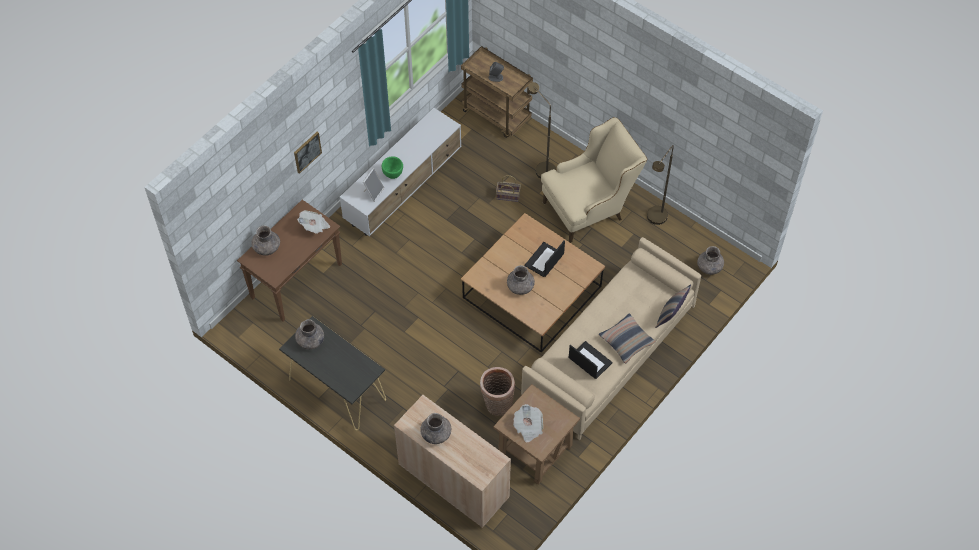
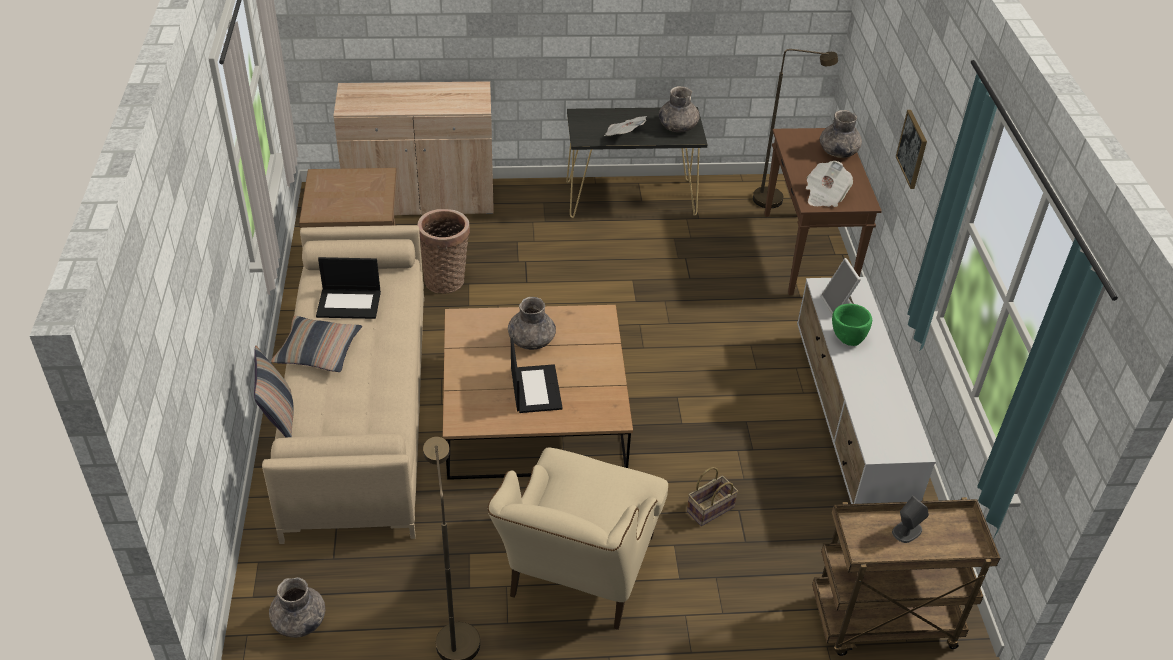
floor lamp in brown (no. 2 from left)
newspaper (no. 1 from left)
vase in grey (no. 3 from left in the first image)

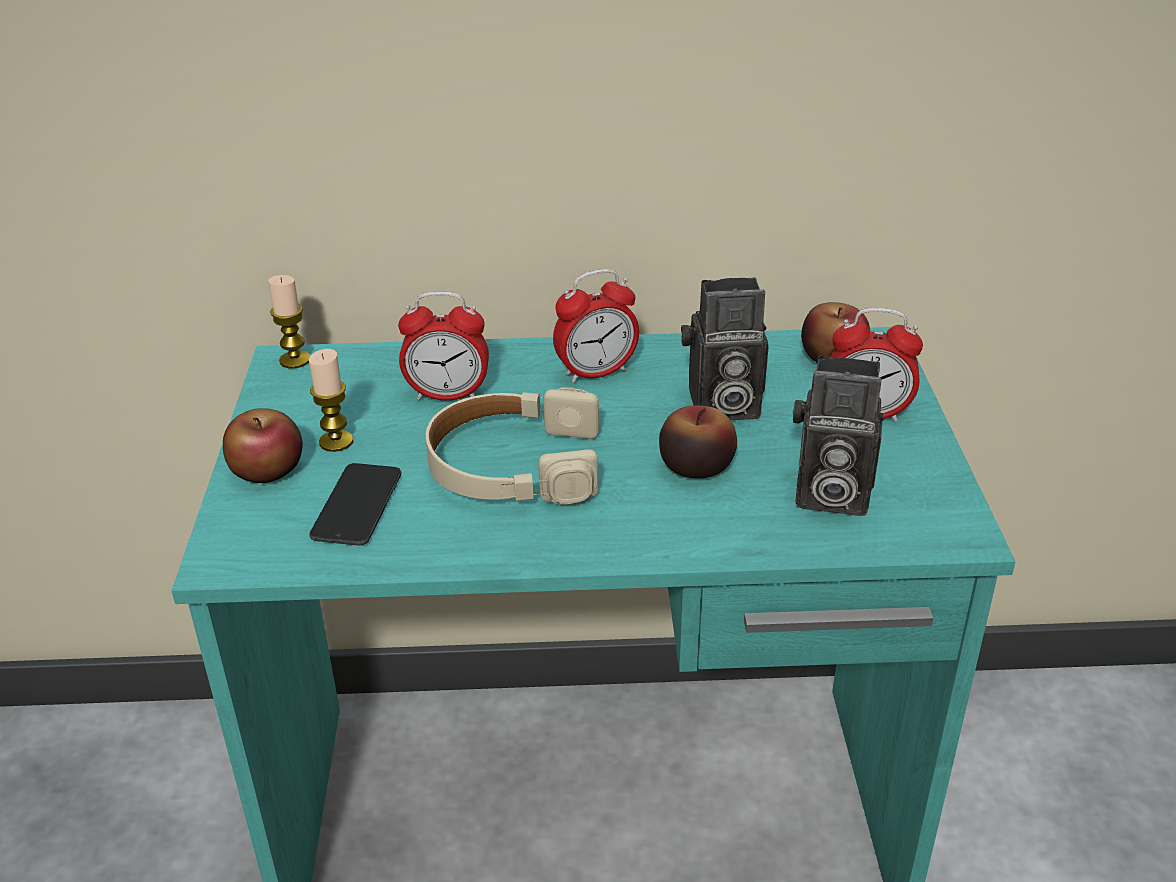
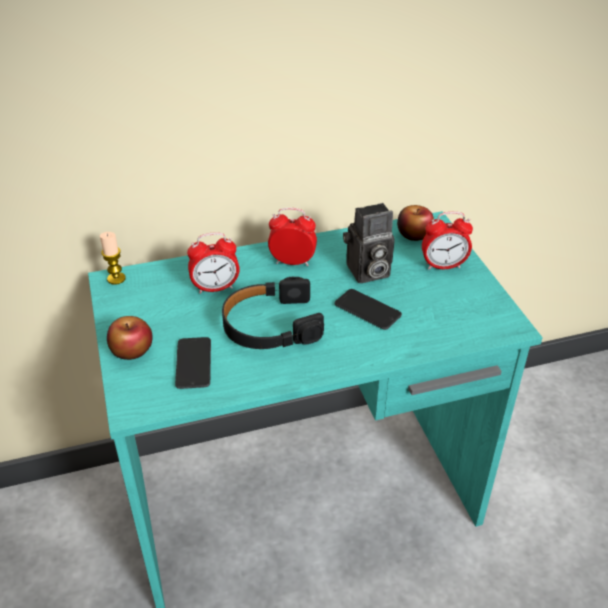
alarm clock (no. 2 from left)
candle (no. 2 from left in the first image)
photo camera (no. 2 from left in the first image)
headphones in black
phone (no. 2 from left)

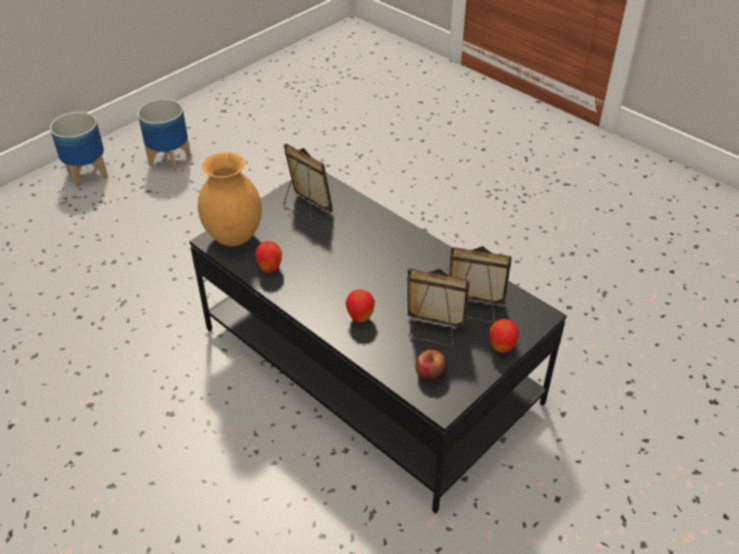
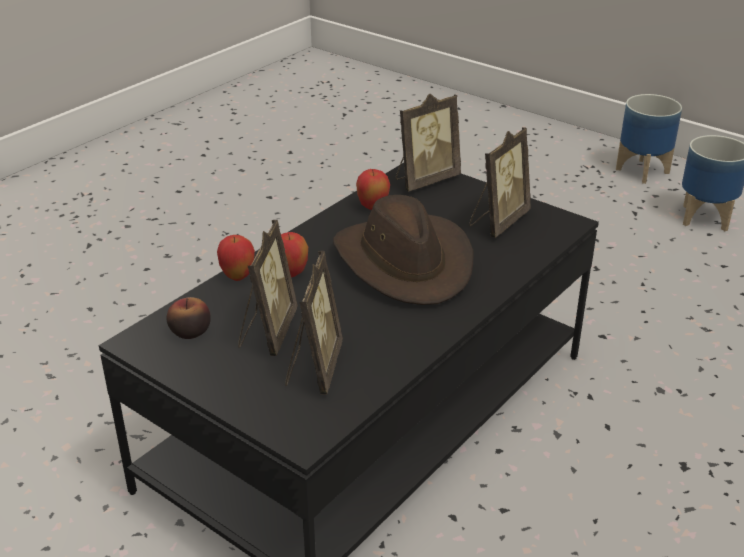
picture frame (no. 3 from left)
apple (no. 2 from left)
hat in brown

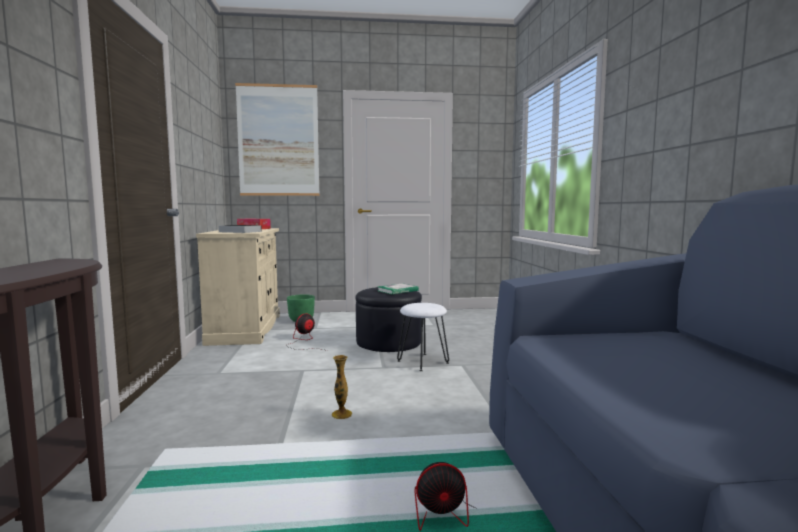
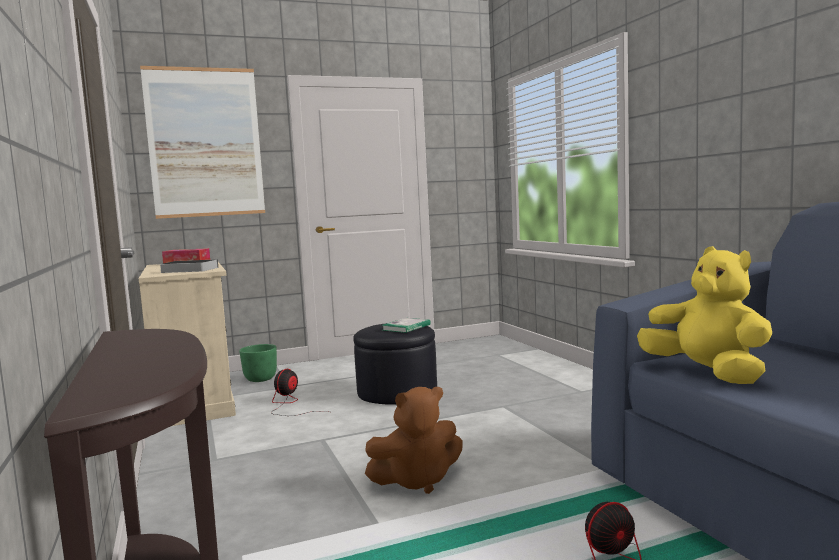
stool in white
plush toy in brown
plush toy in yellow

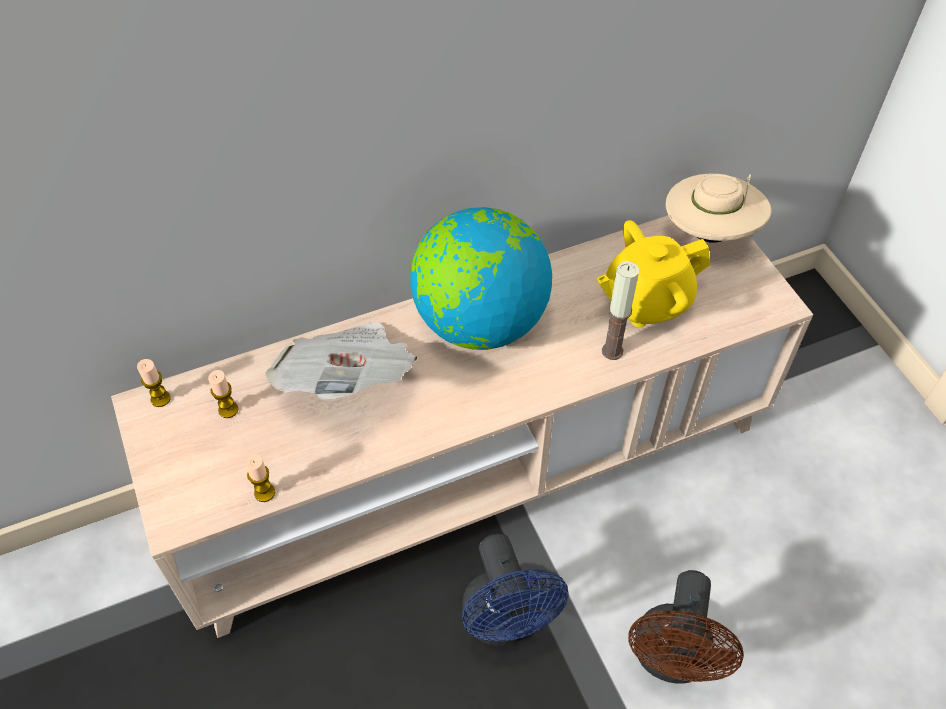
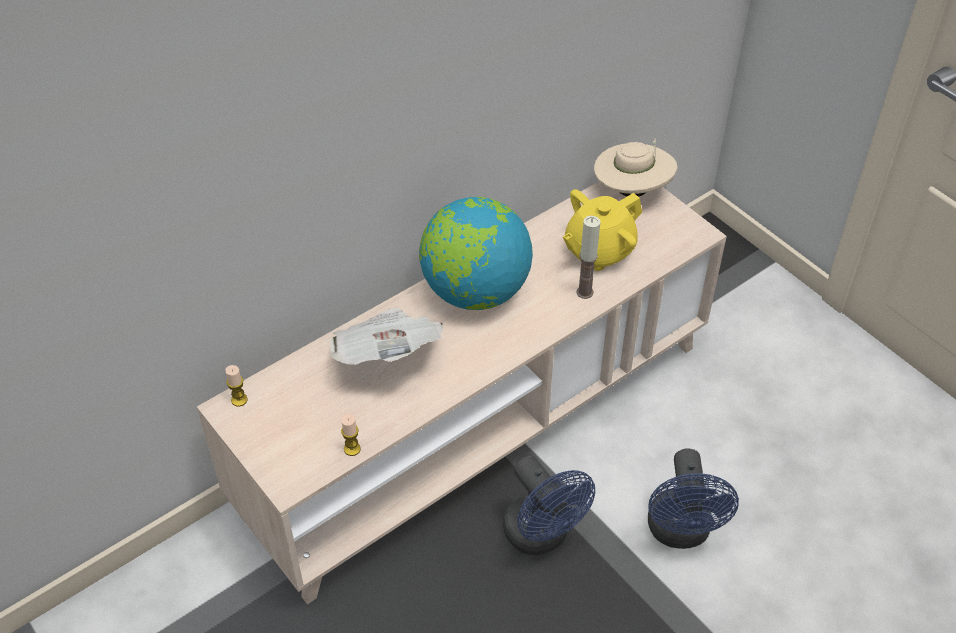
candle (no. 2 from left in the first image)
fan in blue (no. 2 from left)

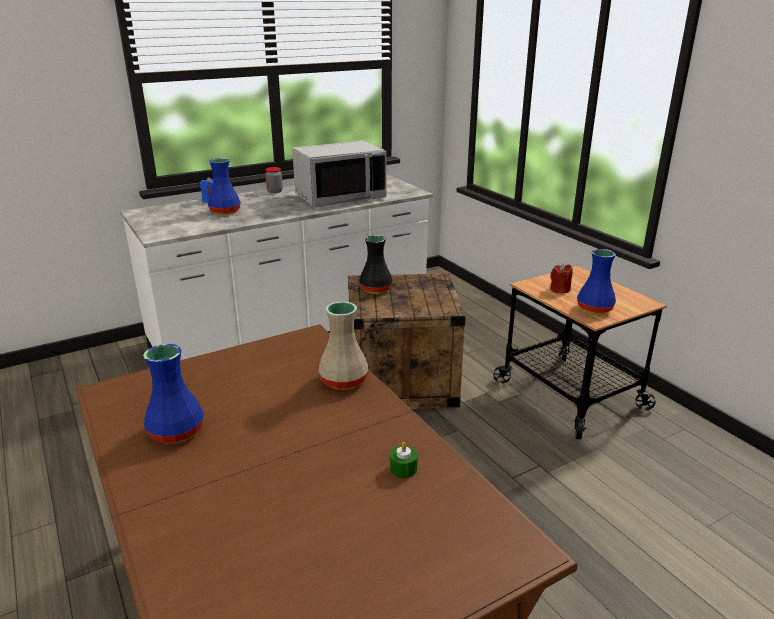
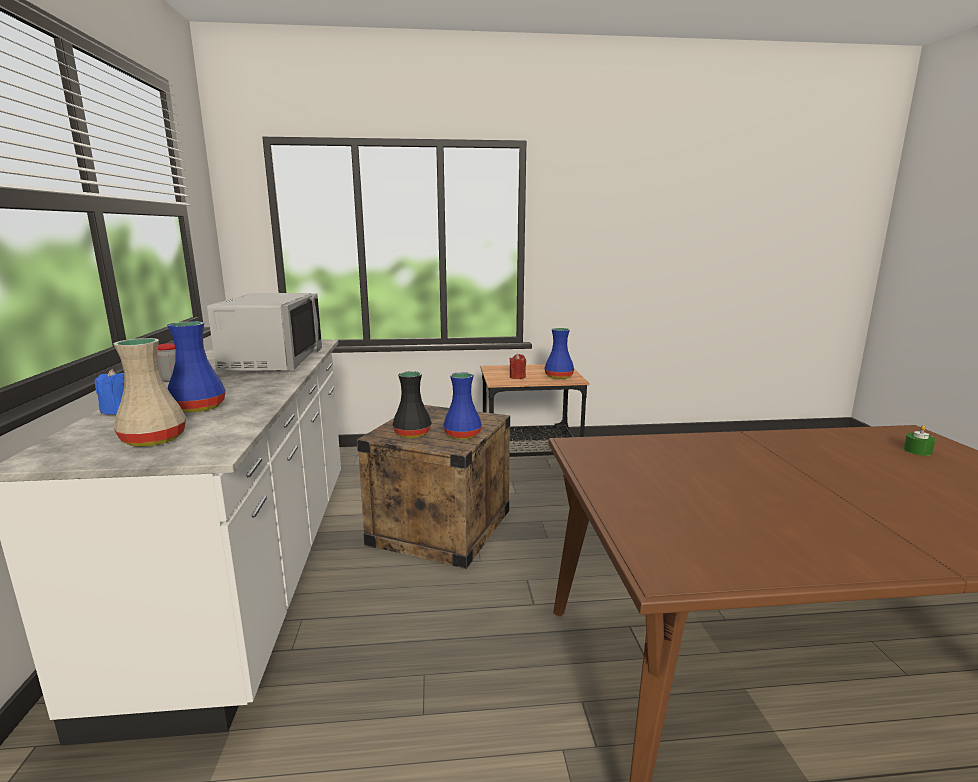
vase in beige
vase in blue (no. 2 from left)
candle in green

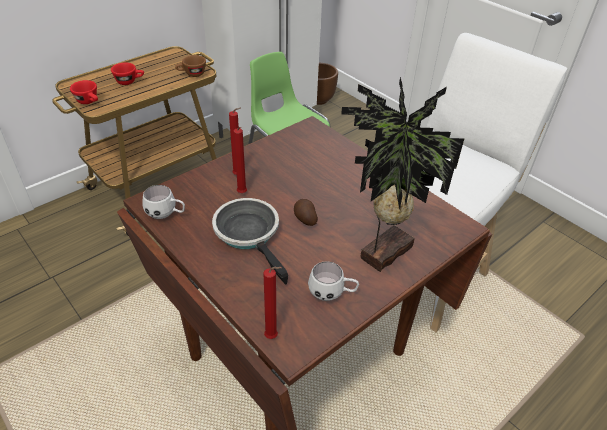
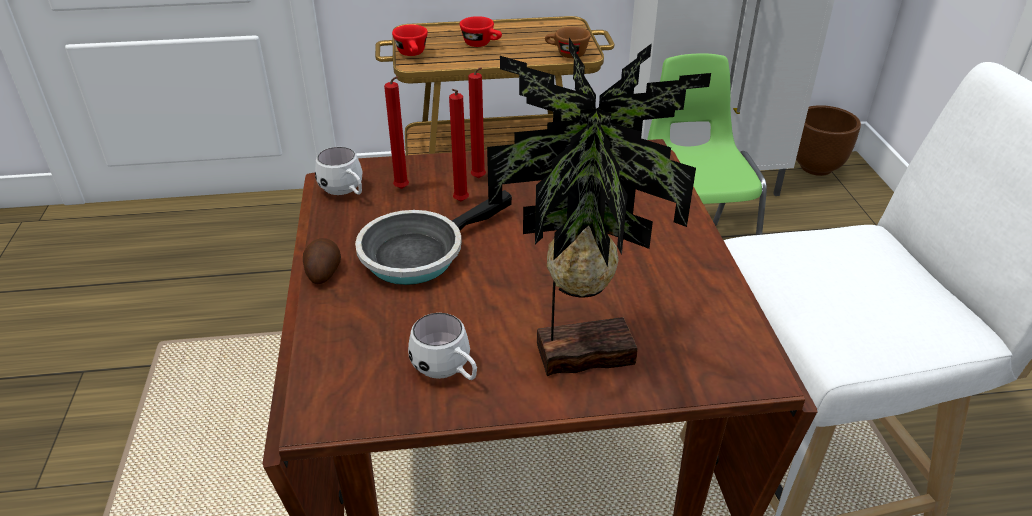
frying pan
potato
candle in red (no. 1 from left)

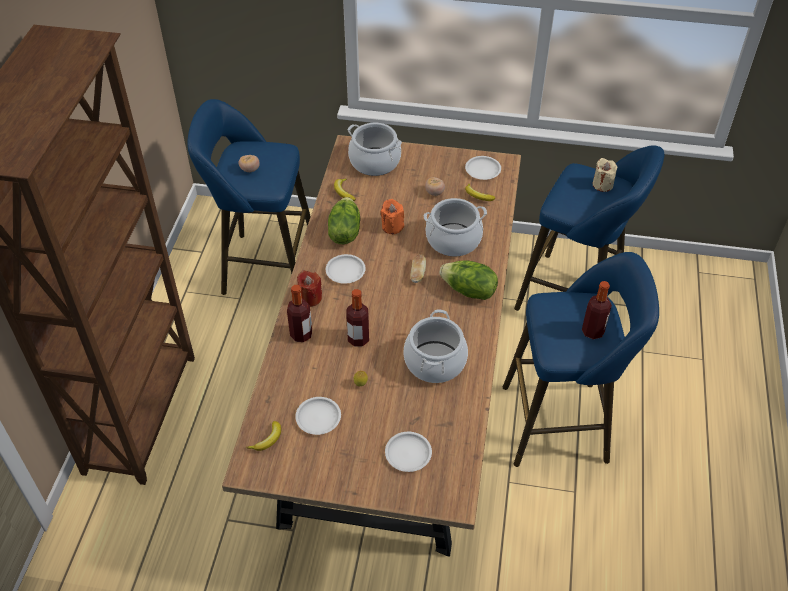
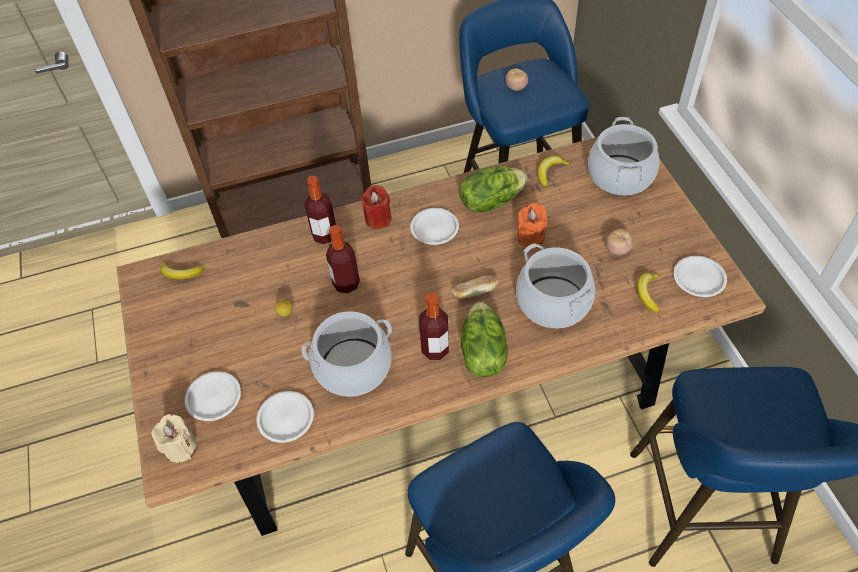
candle in beige
bottle (no. 3 from left)
plate in white (no. 2 from left)

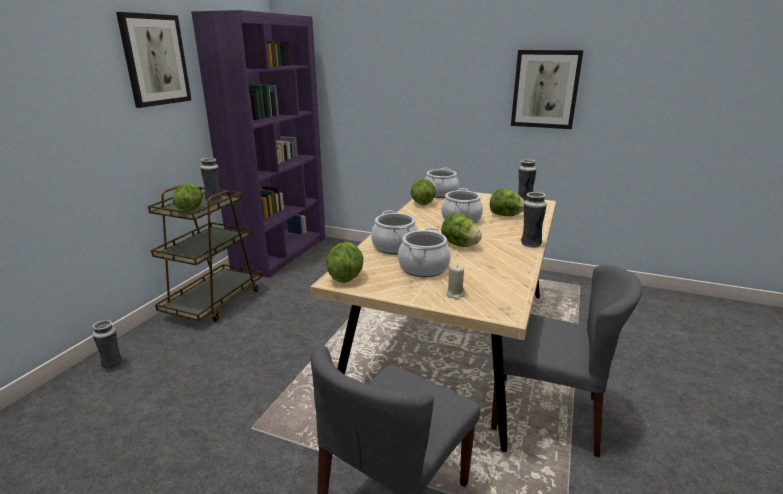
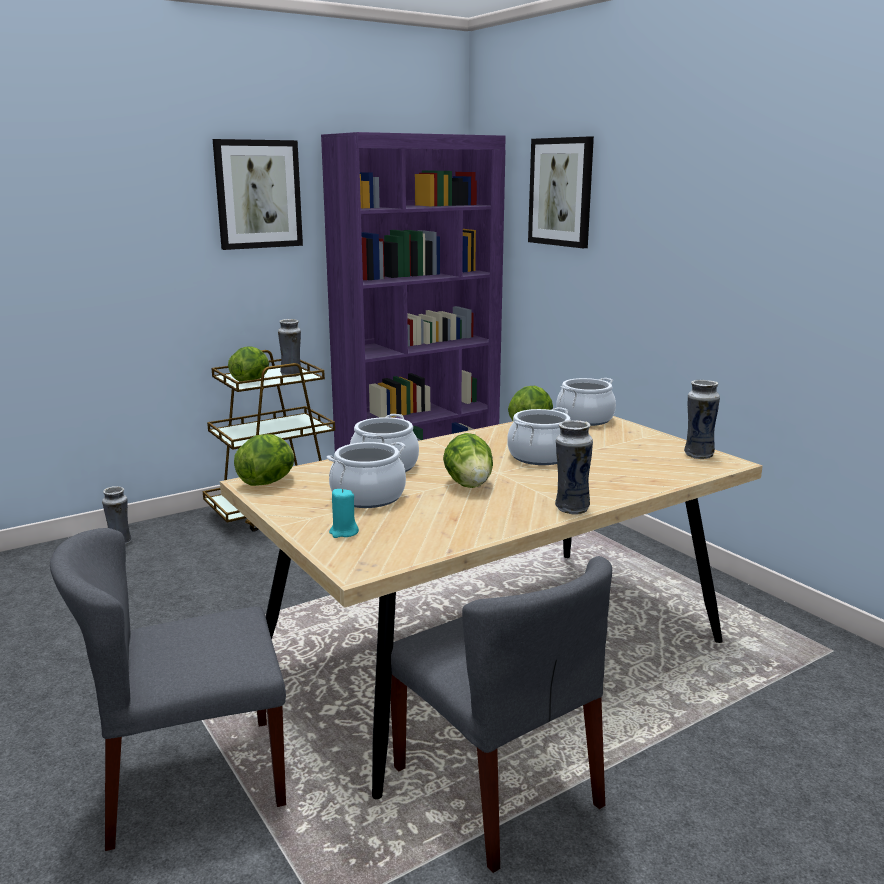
picture (no. 2 from left)
lettuce (no. 5 from left in the first image)
candle in turquoise

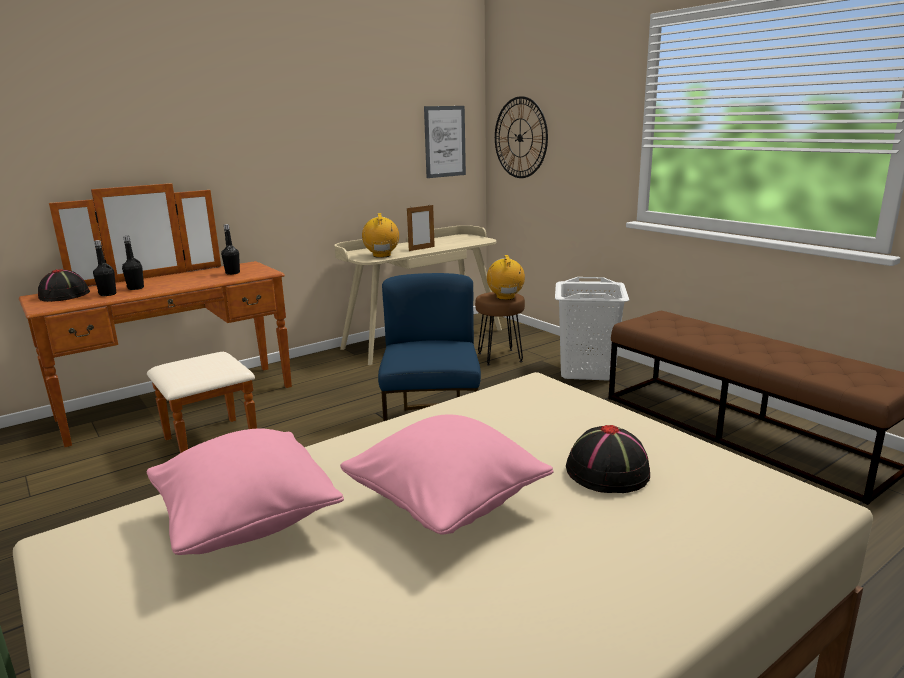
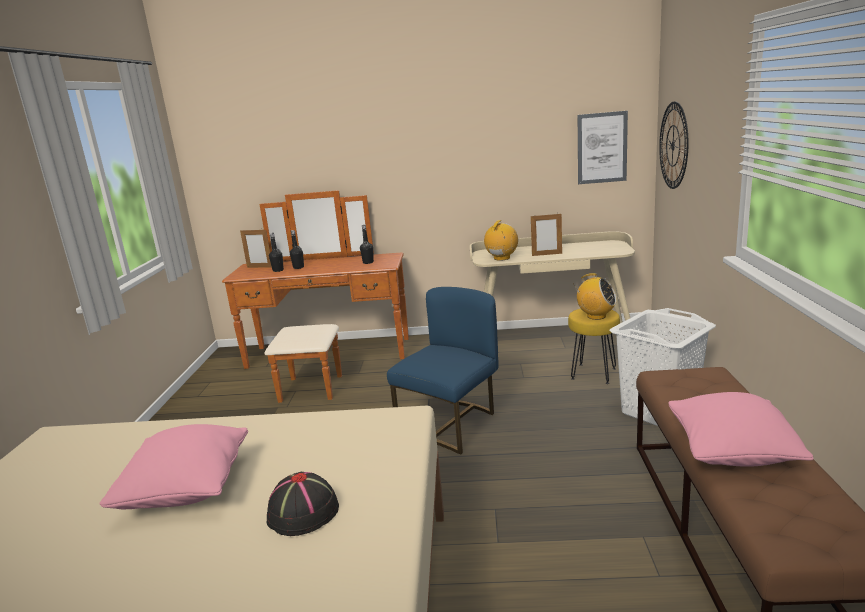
radio (no. 2 from left)
picture frame (no. 1 from left)
stool in yellow
pillow in pink (no. 2 from left)

